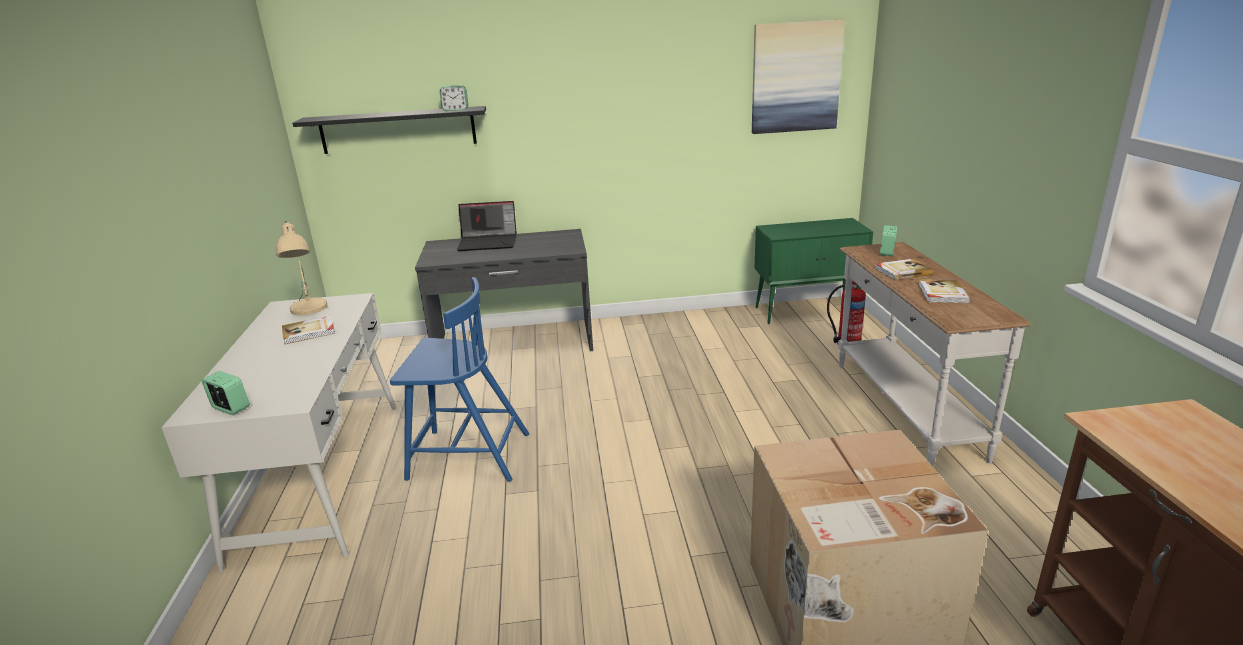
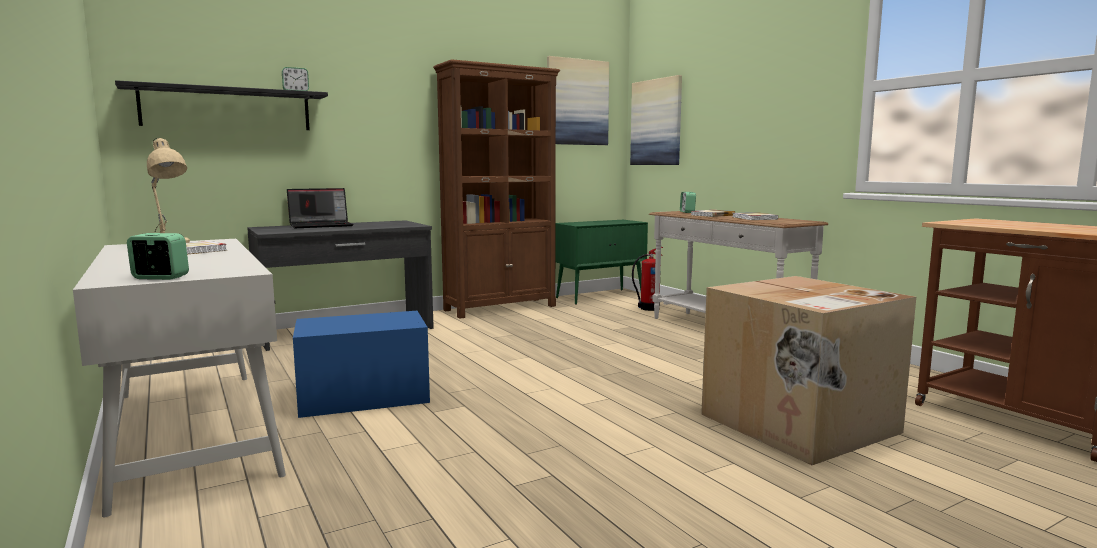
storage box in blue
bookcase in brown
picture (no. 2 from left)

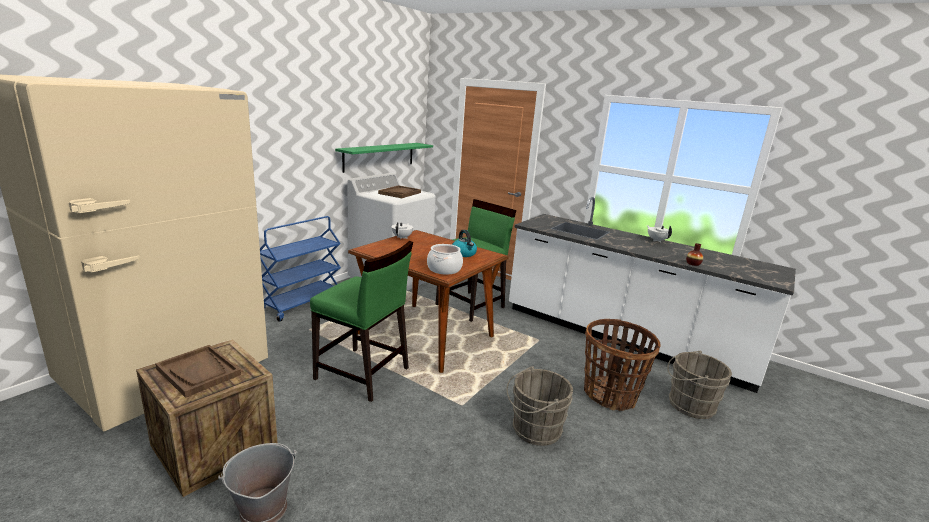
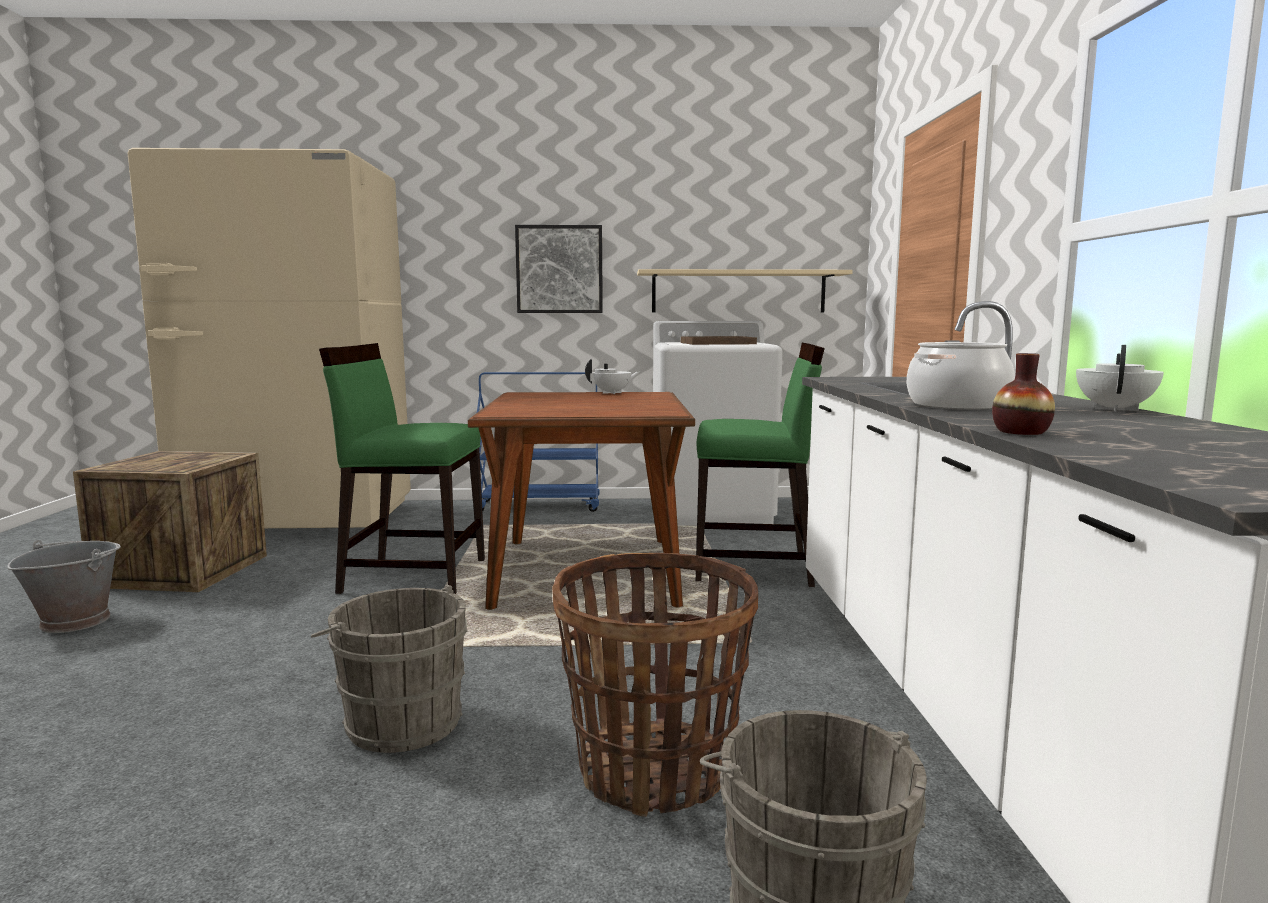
shelf in beige
kettle
chair in green (no. 1 from left)
cooking pot
tray in brown (no. 1 from left in the first image)
picture

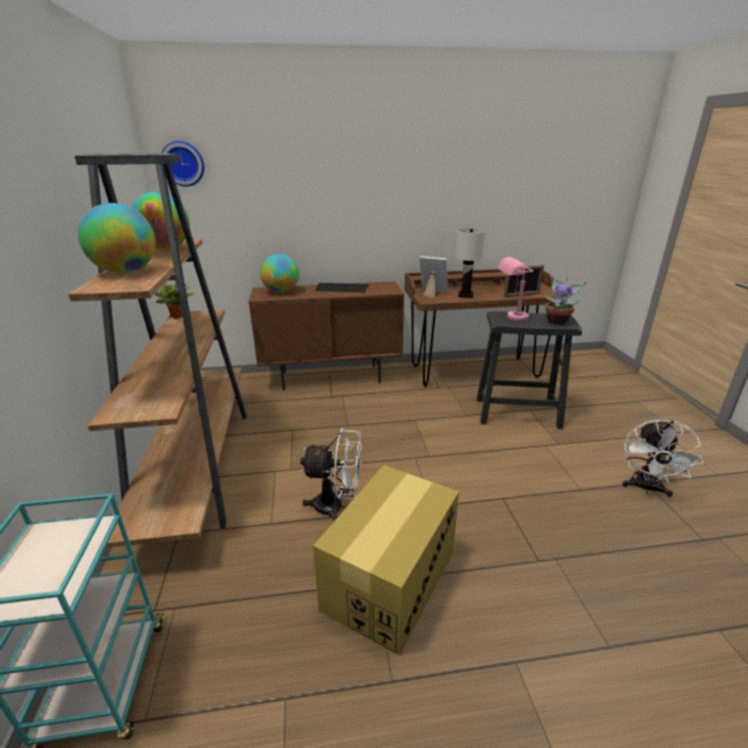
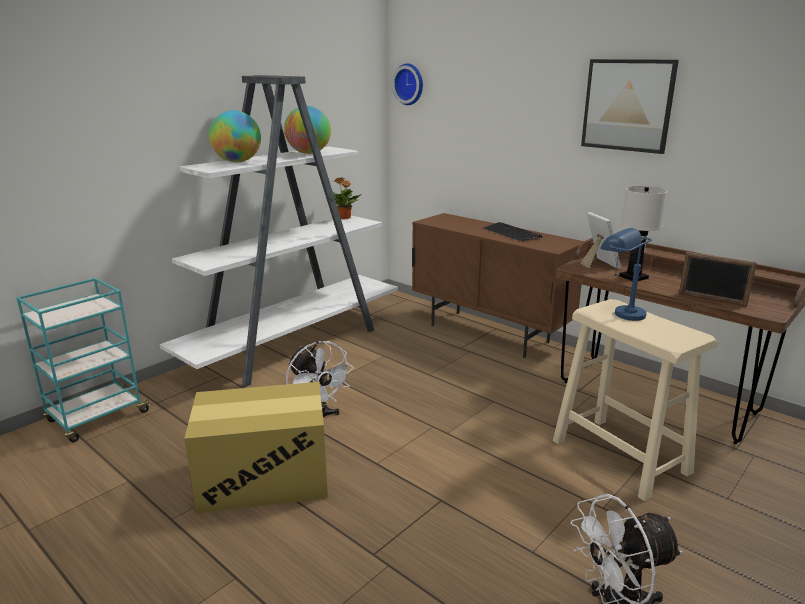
bookcase in white
globe (no. 3 from left in the first image)
table lamp in blue
potted plant (no. 2 from left in the first image)
stool in beige
picture

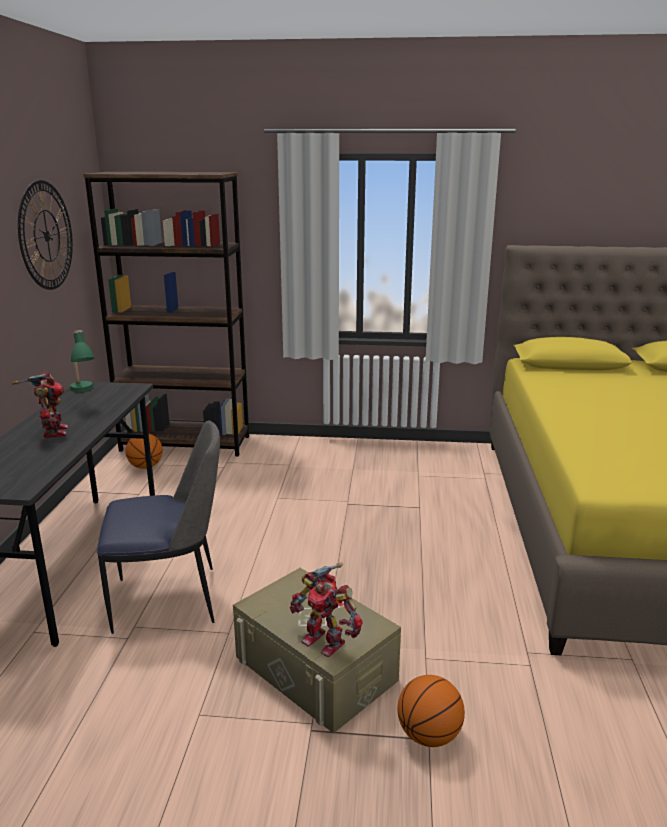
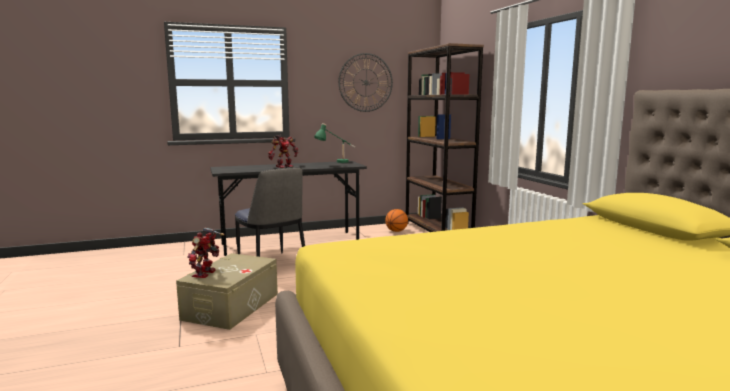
basketball (no. 2 from left in the first image)

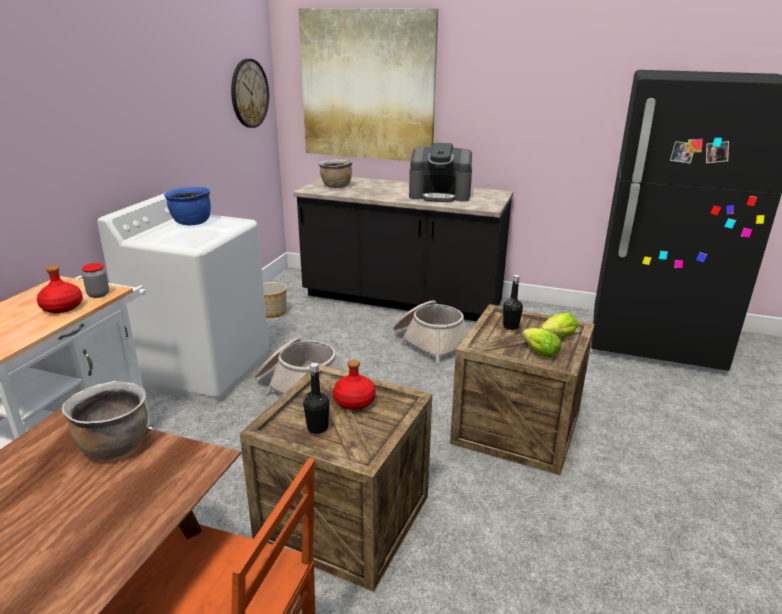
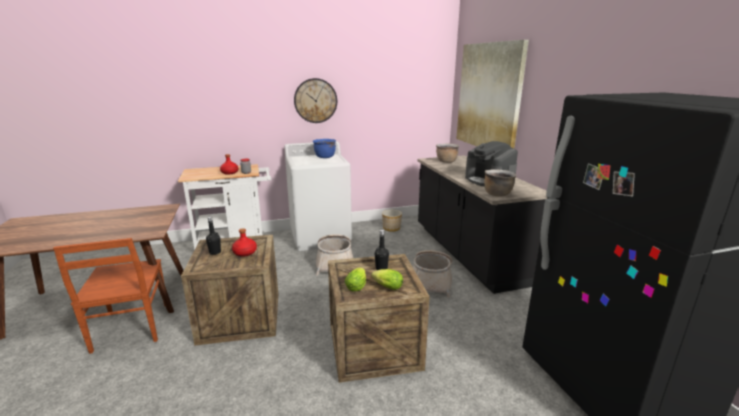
wall clock
cooking pot in brown (no. 2 from left)

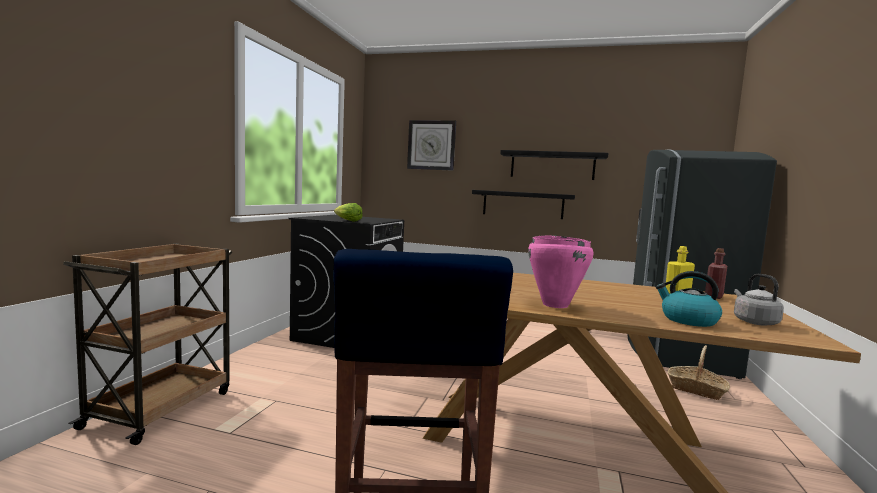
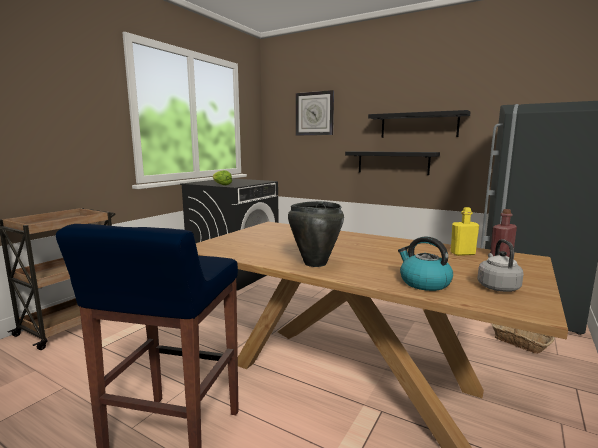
cooking pot in black

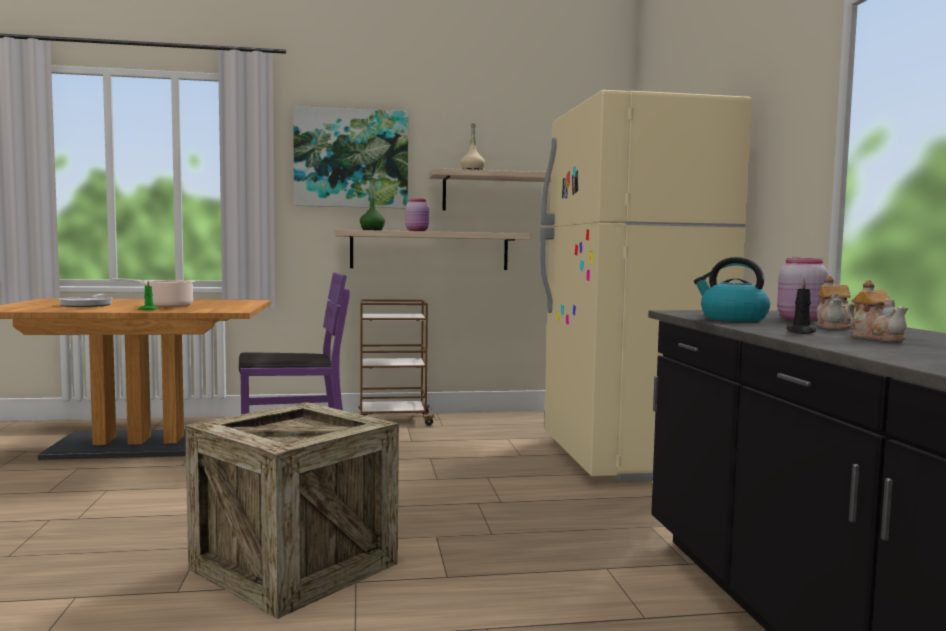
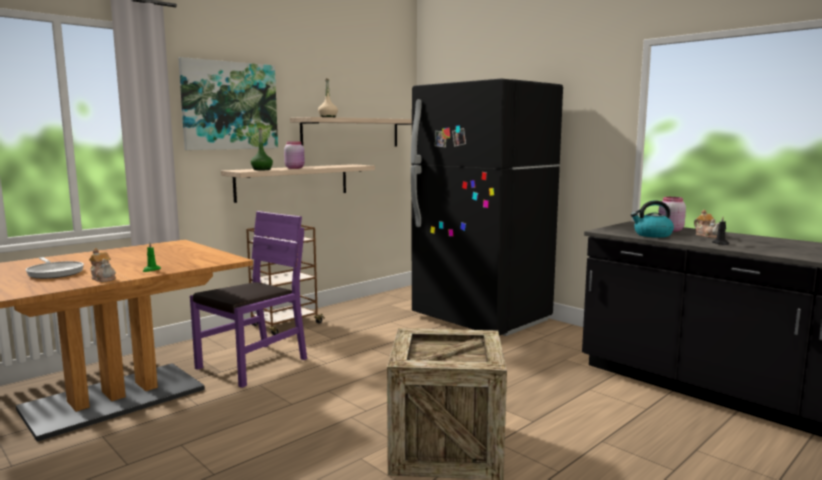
fridge in black
cooking pot
teapot (no. 1 from left)

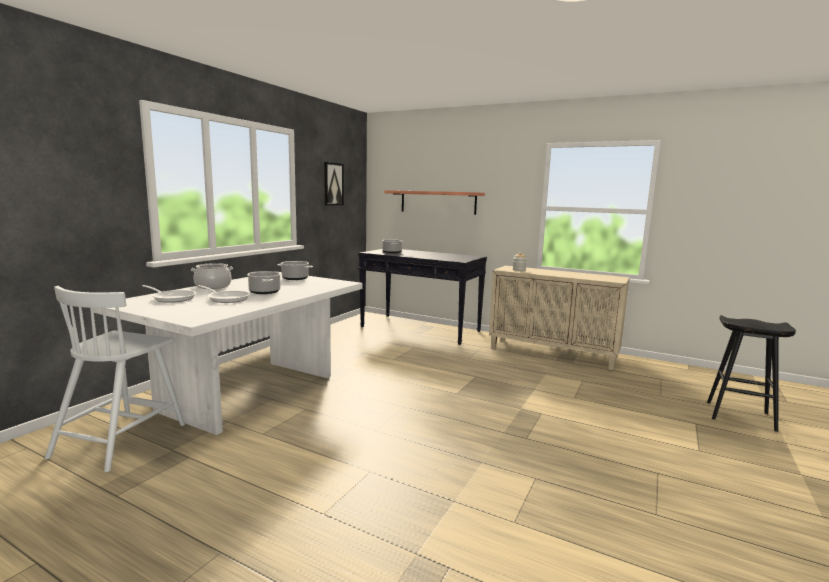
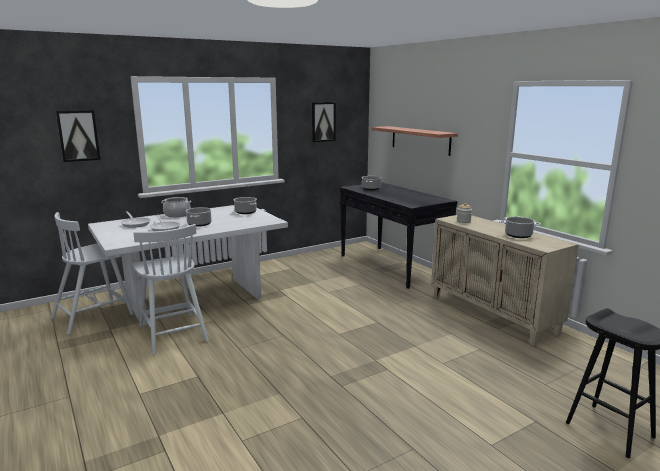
picture (no. 1 from left)
cooking pot (no. 5 from left)
chair in white (no. 2 from left)

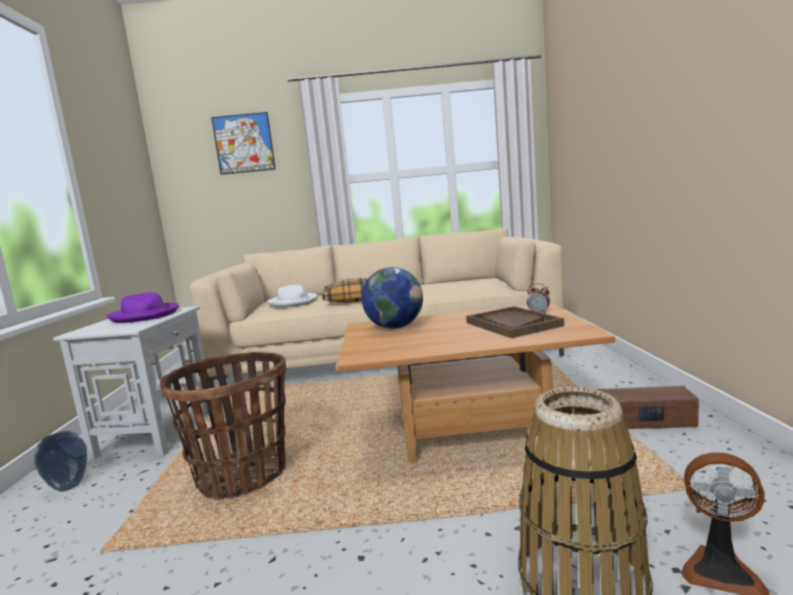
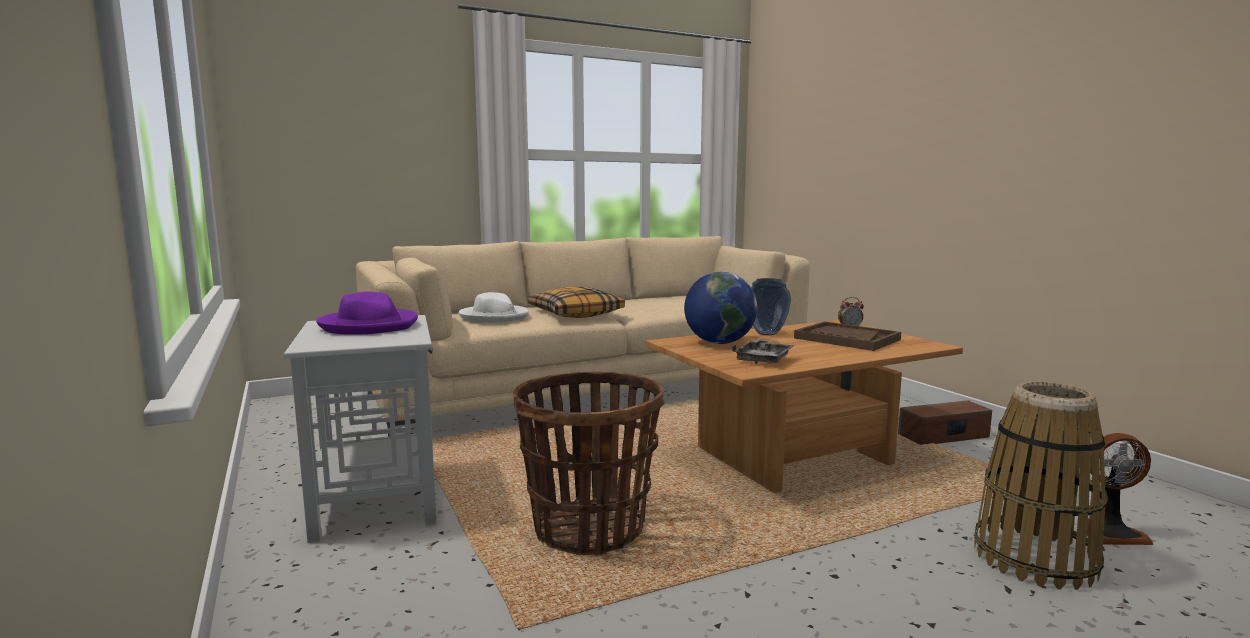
picture
vase
tray in grey

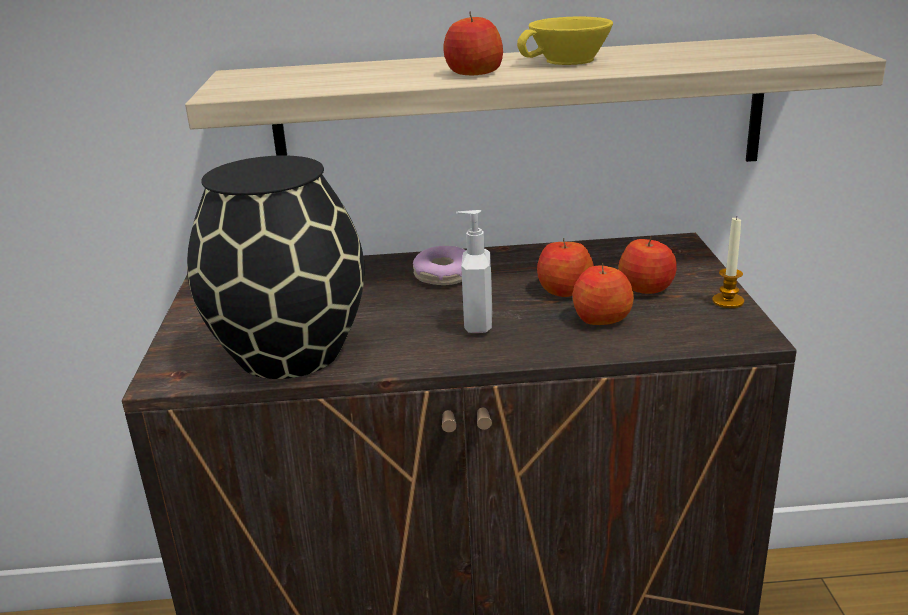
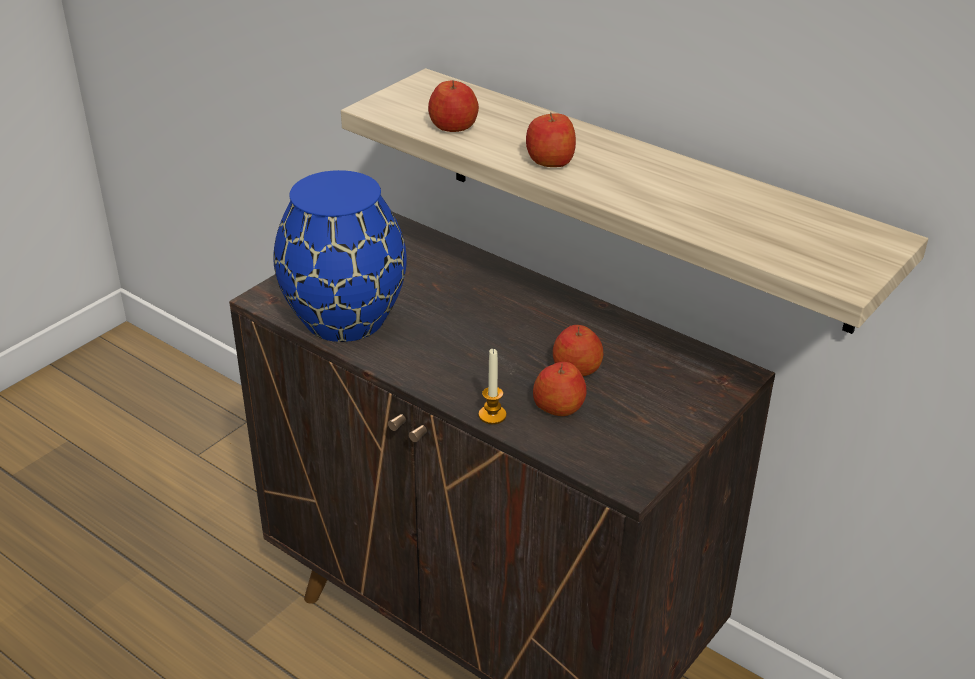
cup in yellow
vase in blue
soap dispenser
candle
apple (no. 1 from left)
donut

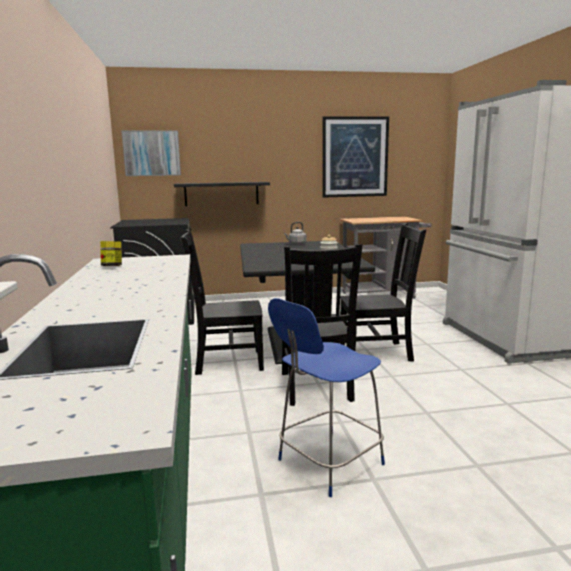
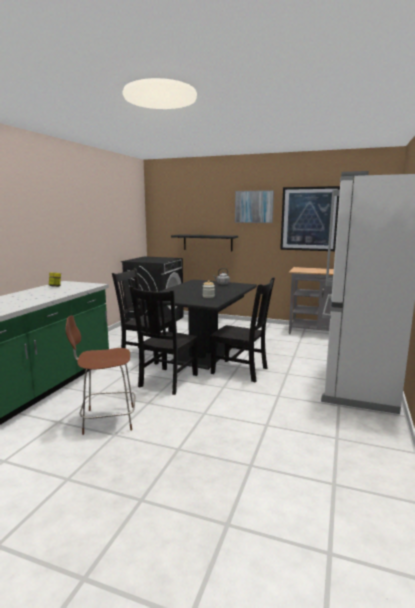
picture (no. 1 from left)
stool in brown

